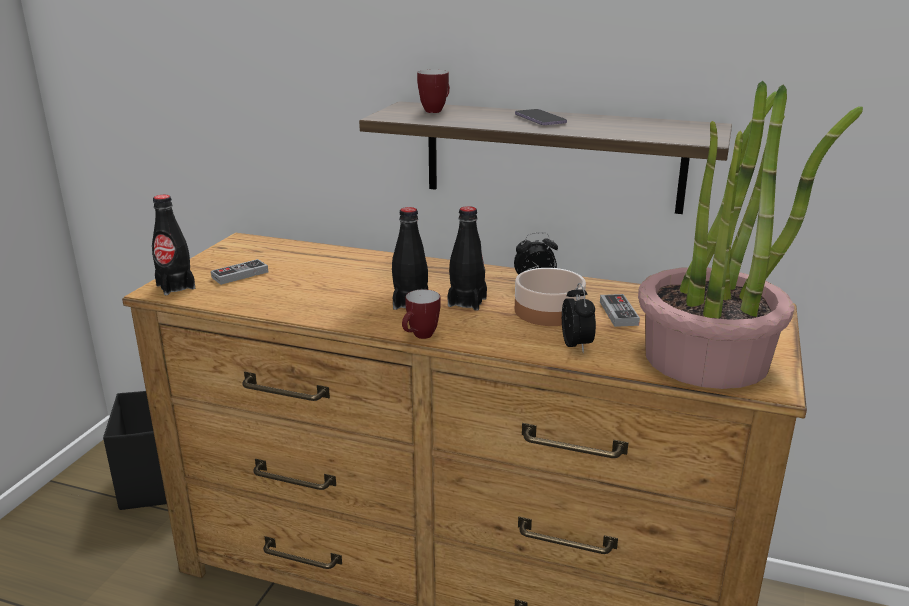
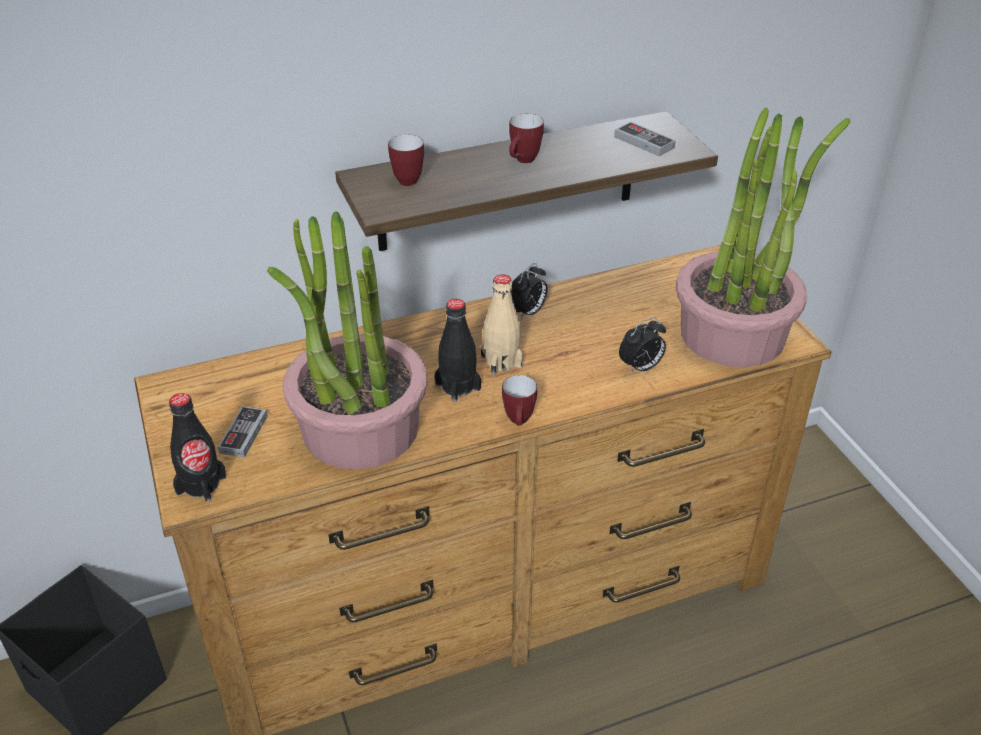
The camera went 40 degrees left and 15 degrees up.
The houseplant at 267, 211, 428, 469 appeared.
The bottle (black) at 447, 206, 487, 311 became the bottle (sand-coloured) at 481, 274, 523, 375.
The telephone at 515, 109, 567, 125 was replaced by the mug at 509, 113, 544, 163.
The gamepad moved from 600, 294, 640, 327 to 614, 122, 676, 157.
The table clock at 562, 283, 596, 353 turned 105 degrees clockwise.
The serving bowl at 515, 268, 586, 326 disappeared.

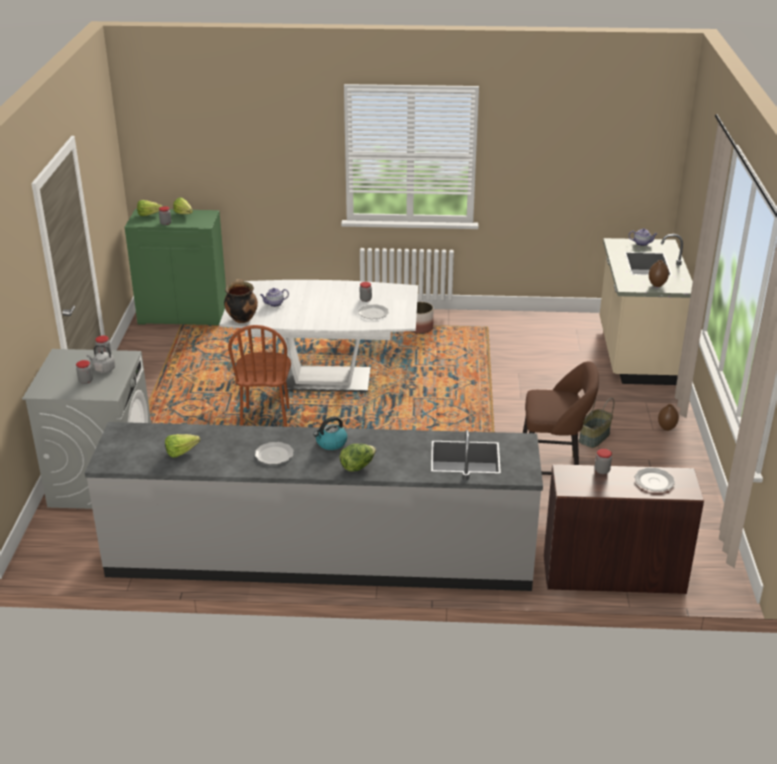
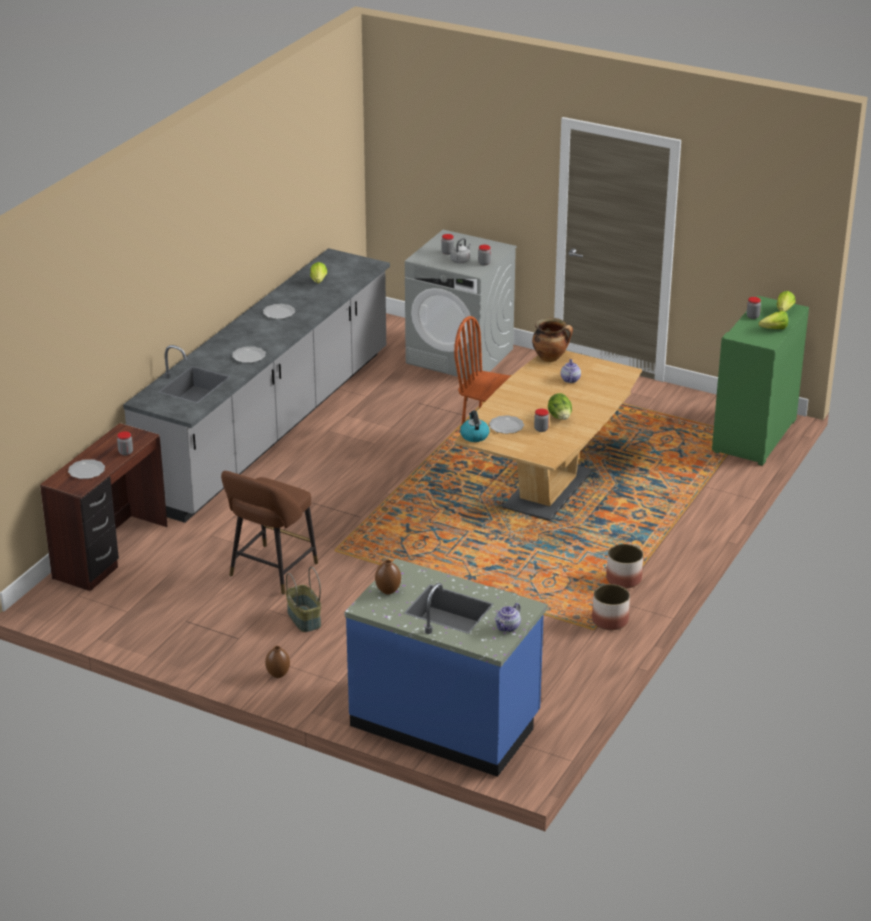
The camera went 115 degrees right and 0 degrees up.
The flat dish at 232, 346, 266, 363 appeared.
The kitchen base unit (sand-coloured) at 600, 234, 693, 385 became the kitchen base unit (bluish) at 345, 558, 548, 777.
The dining table (whitish) at 219, 280, 418, 392 became the dining table (brownish) at 455, 350, 642, 521.
The water kettle moved from 313, 416, 347, 450 to 460, 410, 490, 442.
The lettuce moved from 339, 444, 376, 472 to 548, 393, 572, 420.
The flower pot at 592, 584, 630, 630 appeared.

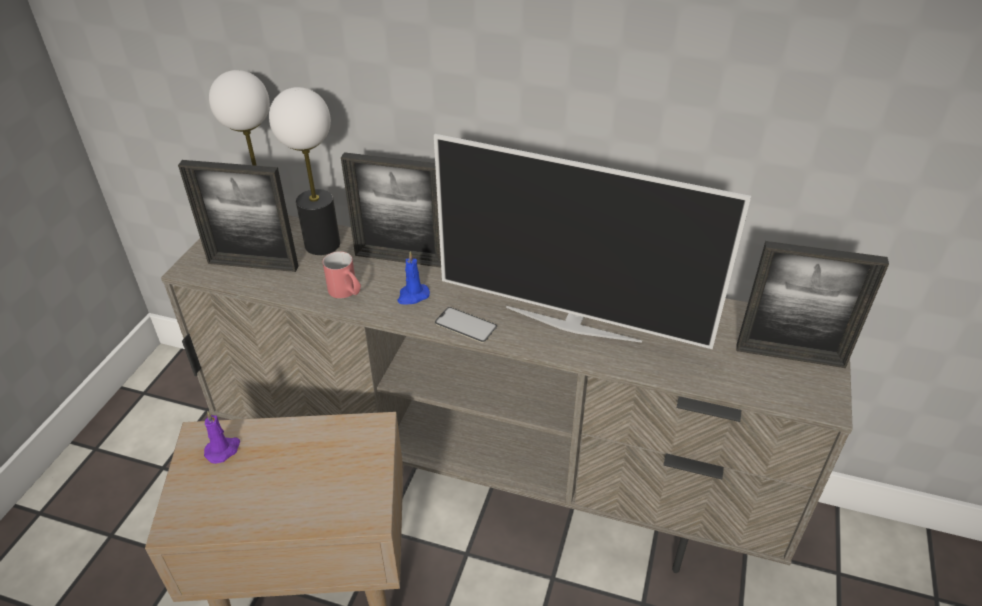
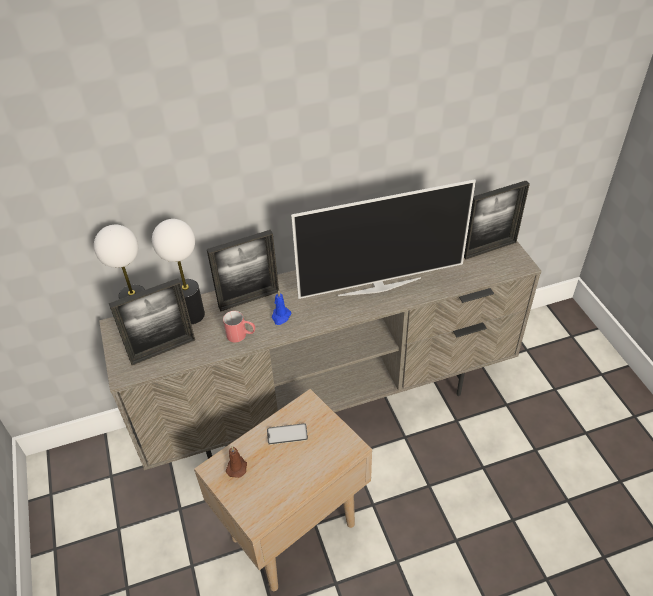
The camera went 35 degrees left and 5 degrees up.
The wax light (purplish) at 204, 412, 240, 464 became the wax light (brownish) at 226, 447, 247, 478.
The telephone moved from 435, 307, 497, 343 to 267, 423, 308, 445.

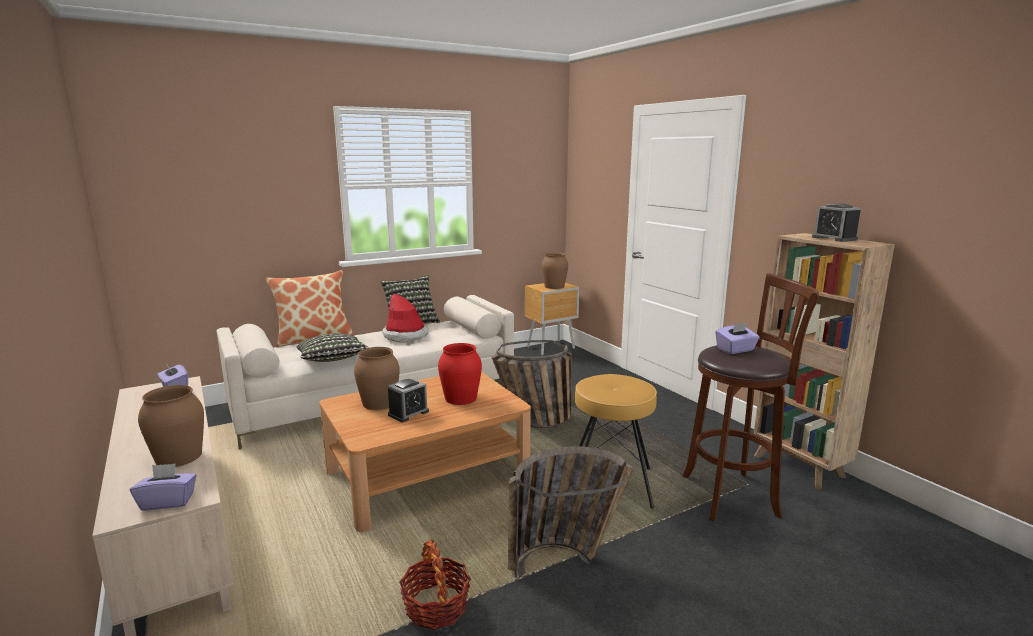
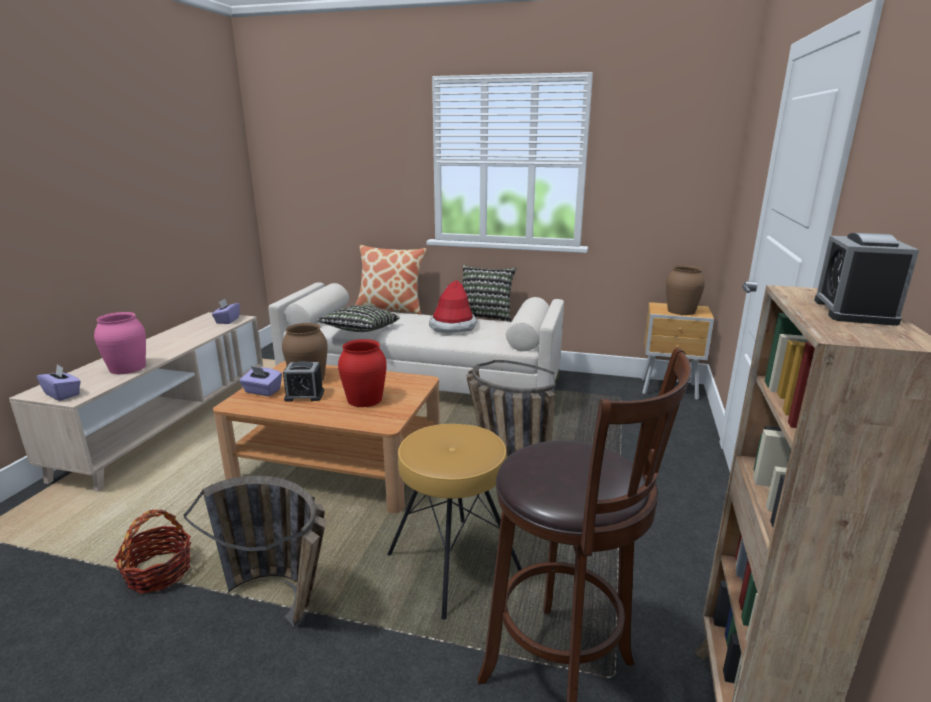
The camera went 45 degrees right and 5 degrees up.
The vase (brownish) at 138, 385, 204, 467 became the vase (pink) at 94, 312, 146, 374.
The tissue box (purplish) moved from 715, 322, 760, 354 to 240, 366, 282, 396.

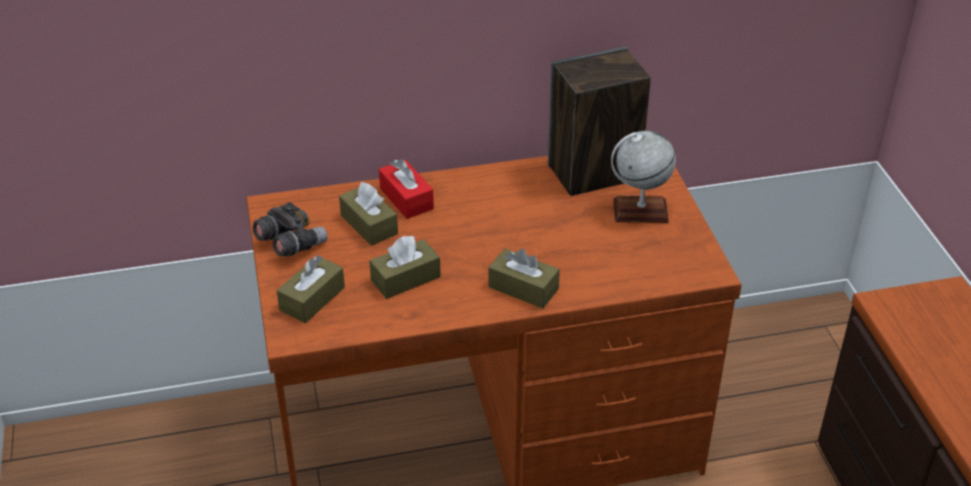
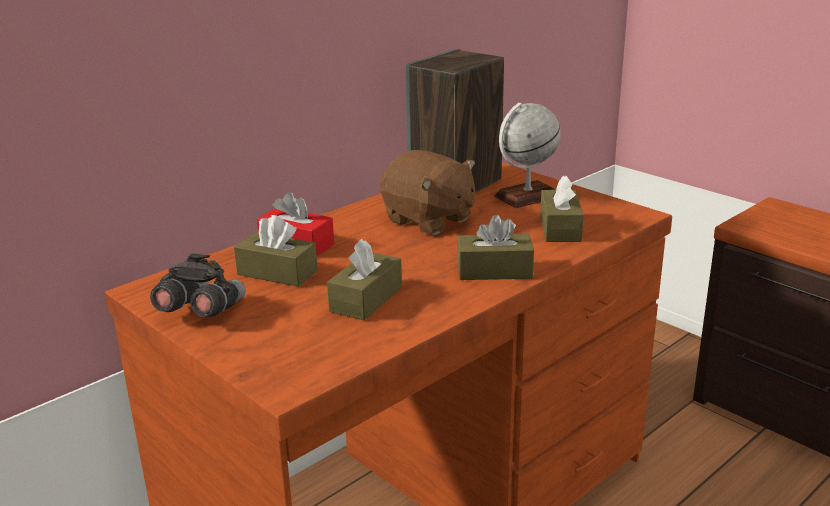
The camera went 30 degrees left and 15 degrees down.
The soft toy (brownish) at 380, 150, 475, 235 appeared.
The tissue box (brownish) moved from 277, 255, 345, 323 to 540, 176, 584, 242.

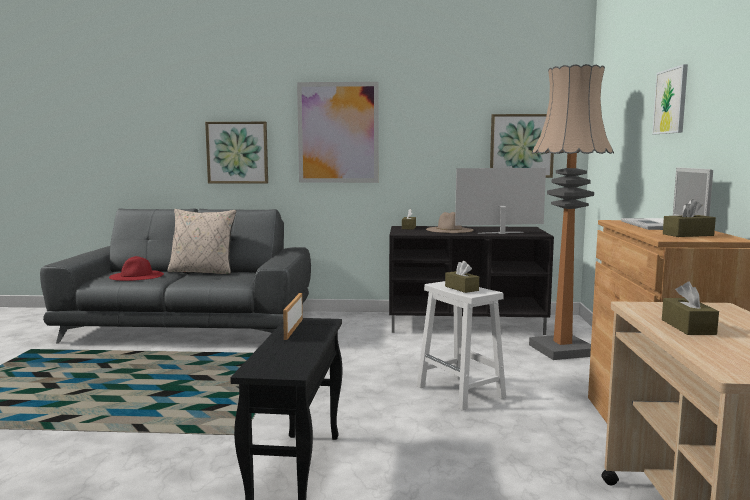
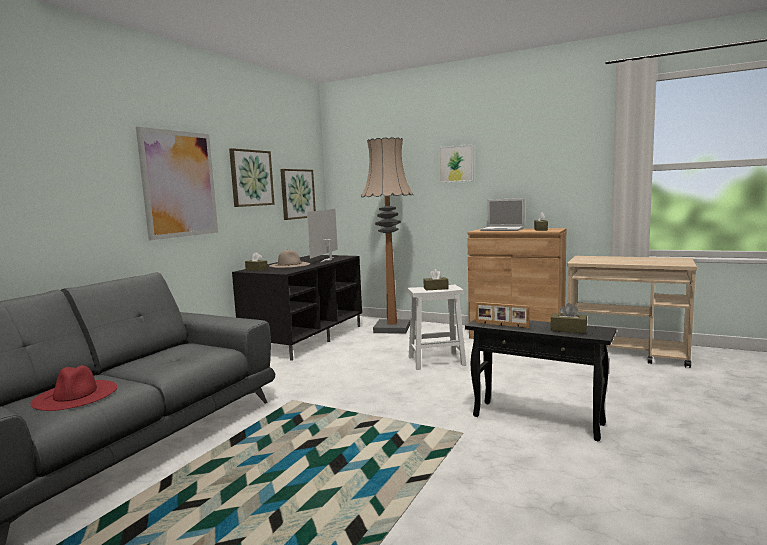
The camera went 65 degrees left and 0 degrees up.
The wall art moved from 205, 122, 268, 184 to 229, 148, 275, 207.
The tissue box (brownish) moved from 662, 282, 719, 335 to 550, 303, 587, 334.
The pillow (sand-coloured) at 168, 209, 236, 275 disappeared.

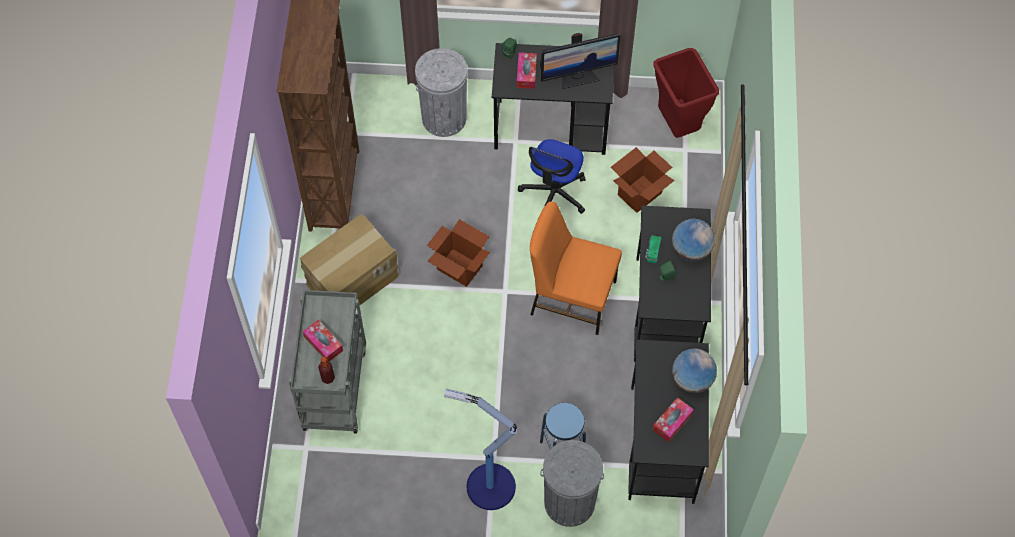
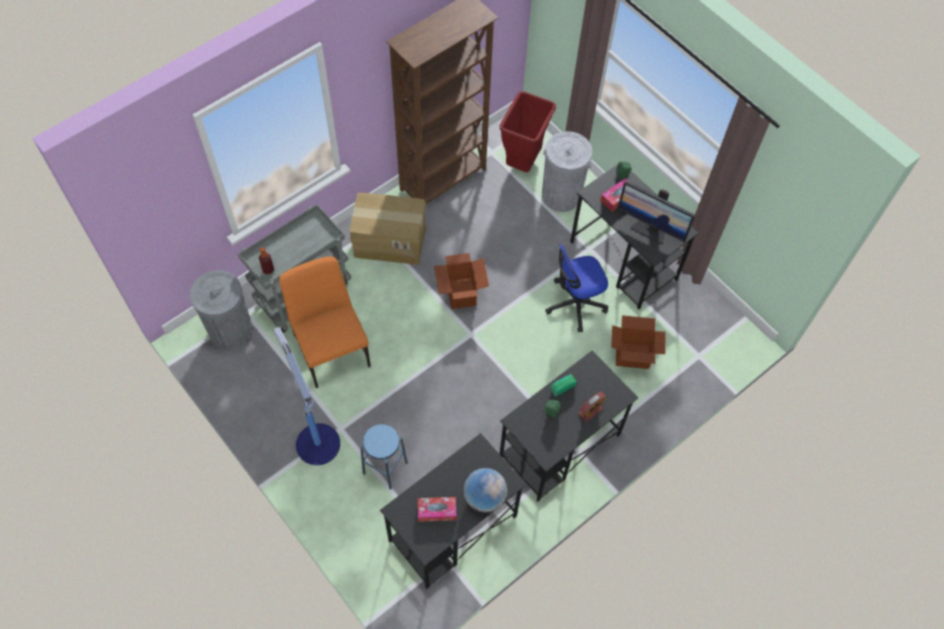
The camera went 45 degrees right and 0 degrees up.
The trash can (greyish) moved from 540, 440, 604, 527 to 190, 270, 253, 351.
The upright chair (orange) moved from 530, 201, 622, 335 to 279, 256, 371, 388.
The trash can (reddish) moved from 653, 48, 719, 138 to 500, 91, 556, 172.
The desk globe at 672, 219, 715, 261 was replaced by the table clock at 578, 391, 606, 422.
The tissue box at 303, 320, 343, 362 disappeared.

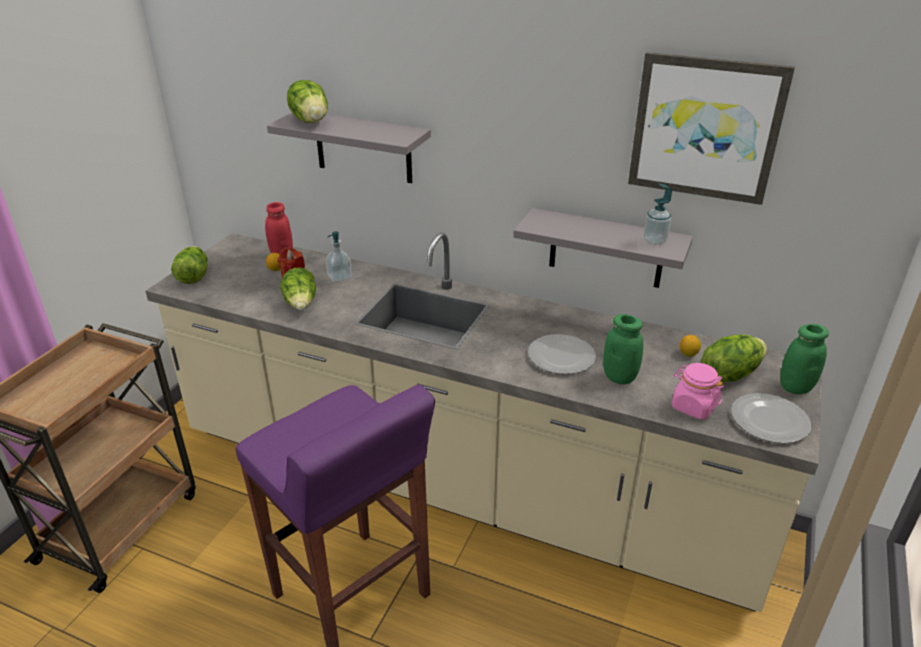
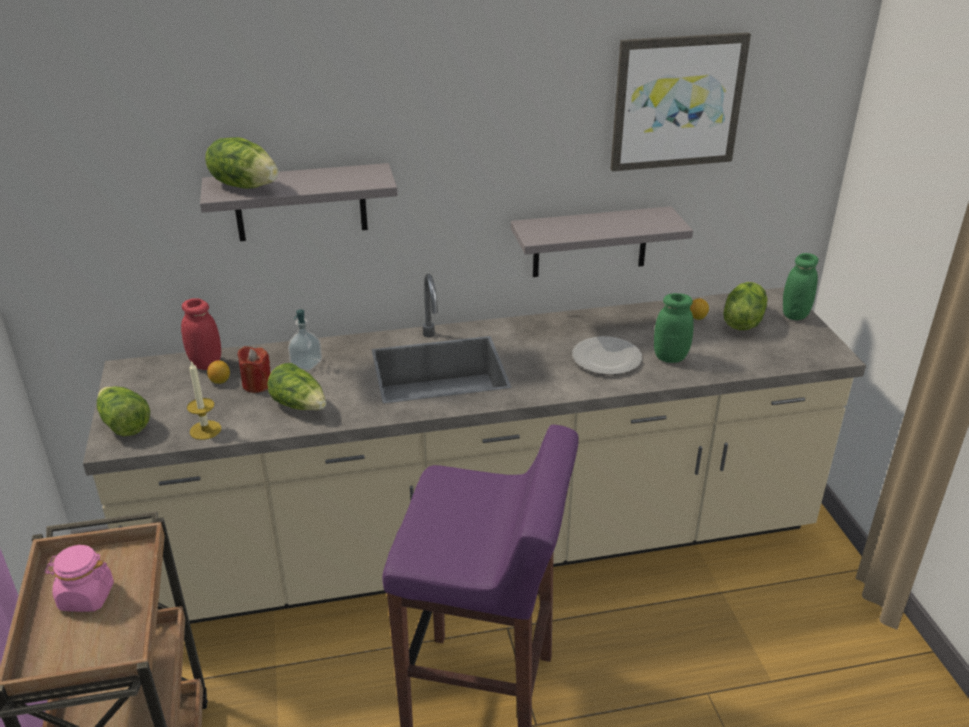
The camera went 35 degrees left and 0 degrees up.
The jar (pink) moved from 672, 363, 724, 420 to 45, 545, 114, 612.
The wax light at 187, 360, 221, 440 appeared.
The soap bottle at 644, 183, 672, 245 disappeared.
The flat dish at 731, 393, 811, 443 disappeared.

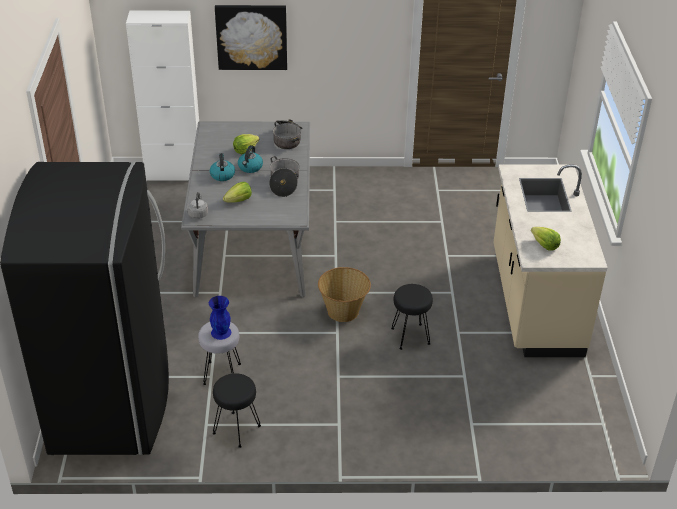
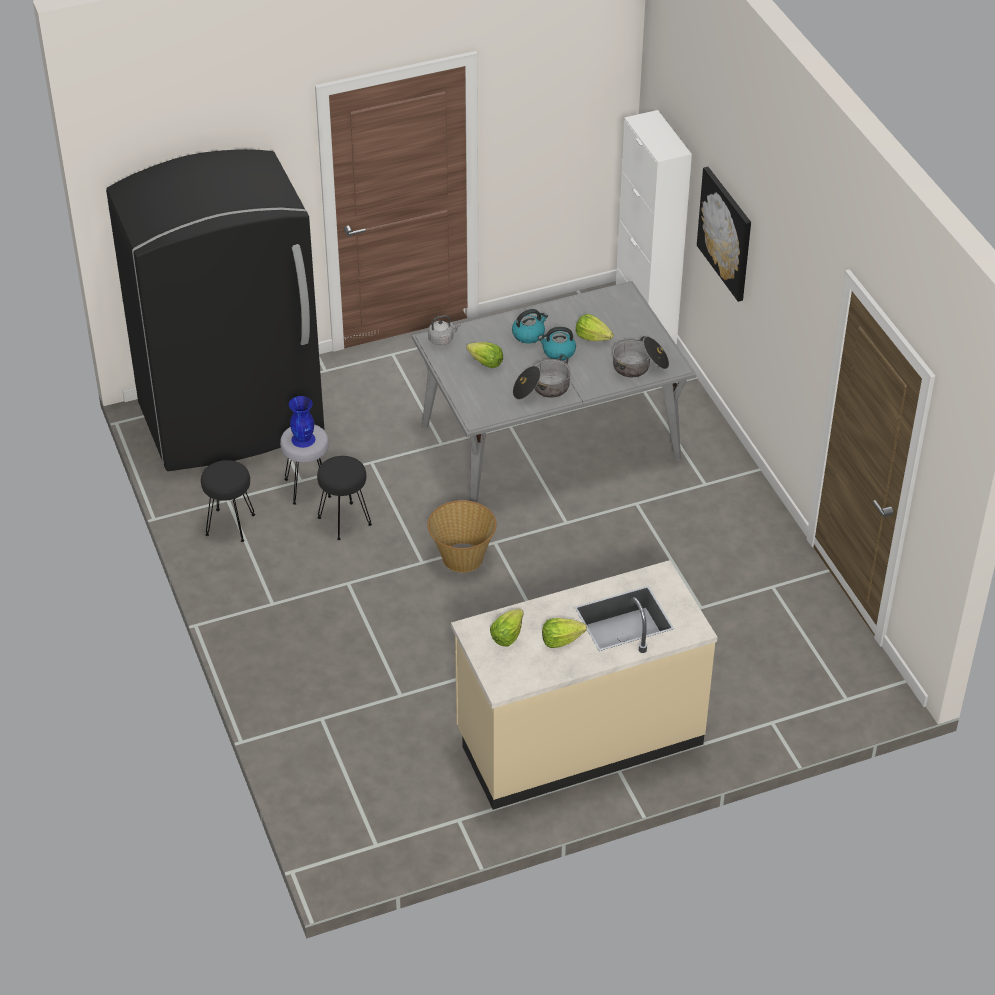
The camera went 70 degrees right and 5 degrees up.
The sitting stool (black) moved from 391, 284, 433, 350 to 317, 456, 372, 540.
The lettuce at 542, 618, 587, 648 appeared.

